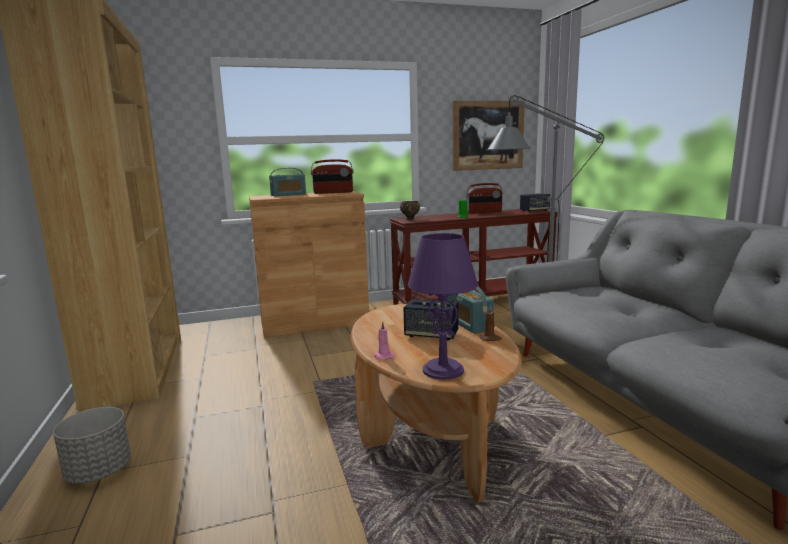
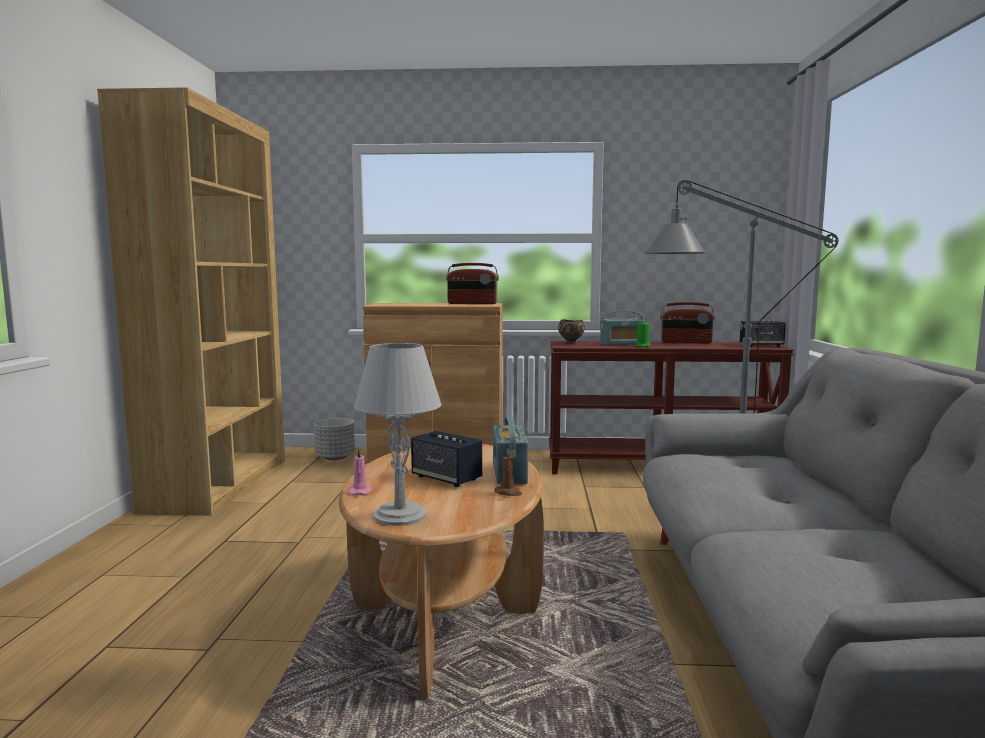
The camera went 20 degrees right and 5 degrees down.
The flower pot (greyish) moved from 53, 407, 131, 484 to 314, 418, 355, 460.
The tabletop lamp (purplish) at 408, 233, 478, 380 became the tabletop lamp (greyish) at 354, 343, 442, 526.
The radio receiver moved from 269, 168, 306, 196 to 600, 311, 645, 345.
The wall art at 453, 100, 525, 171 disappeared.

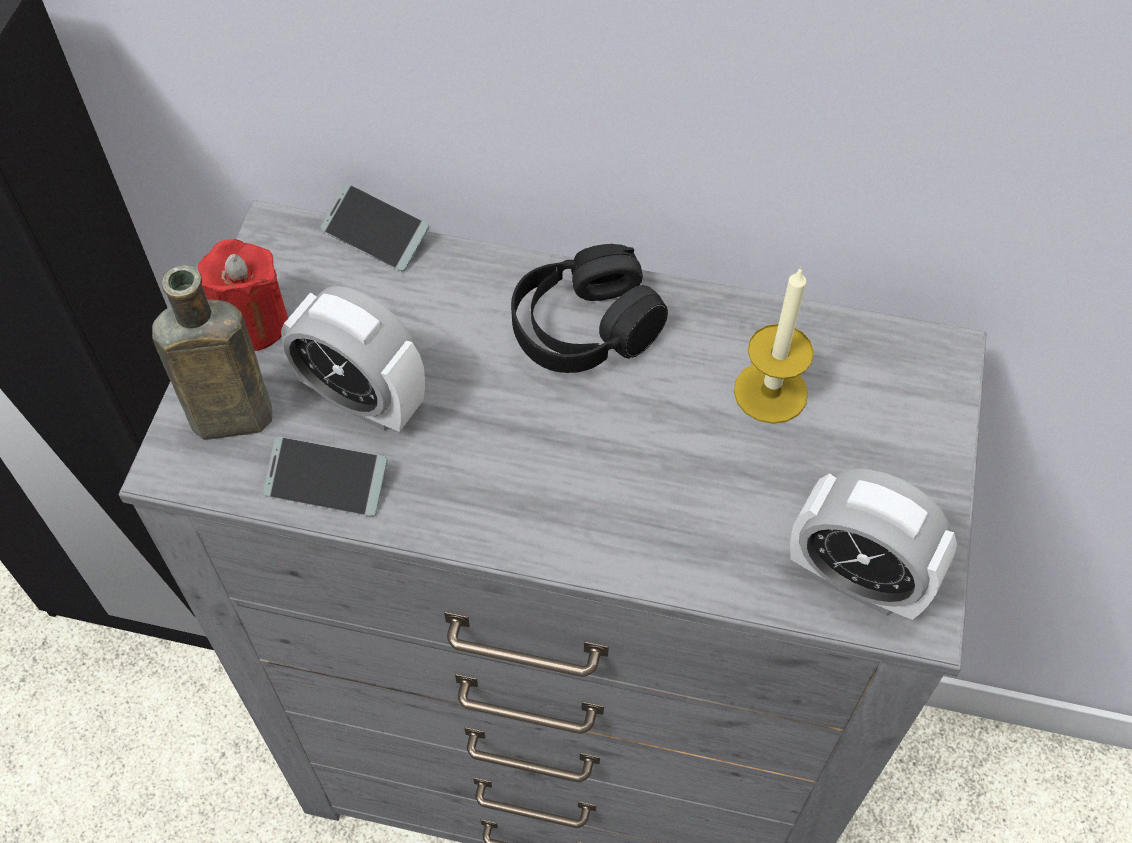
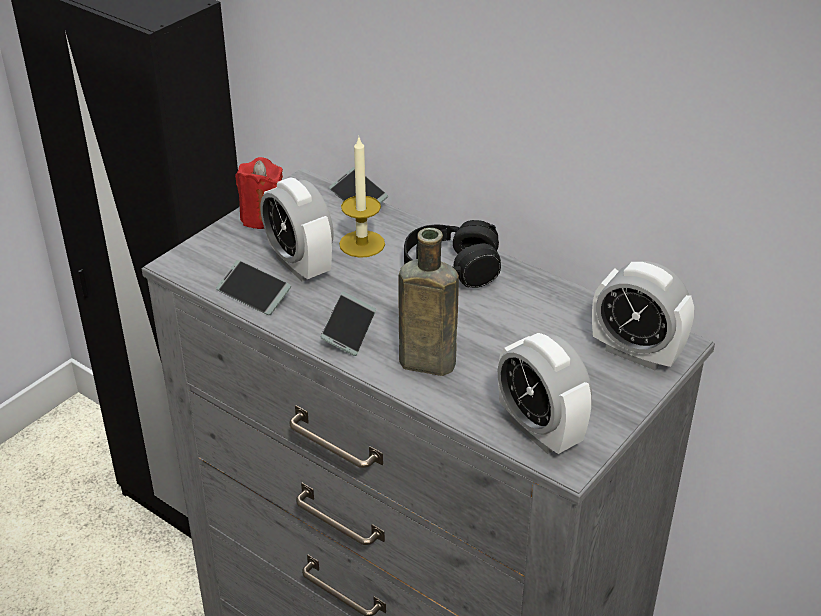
The camera went 25 degrees right and 20 degrees down.
The telephone at 321, 292, 376, 356 appeared.
The wax light moved from 734, 267, 814, 424 to 339, 135, 385, 258.
The bottle (brownish) moved from 152, 265, 272, 440 to 398, 228, 459, 376.
The table clock at 592, 261, 694, 371 appeared.

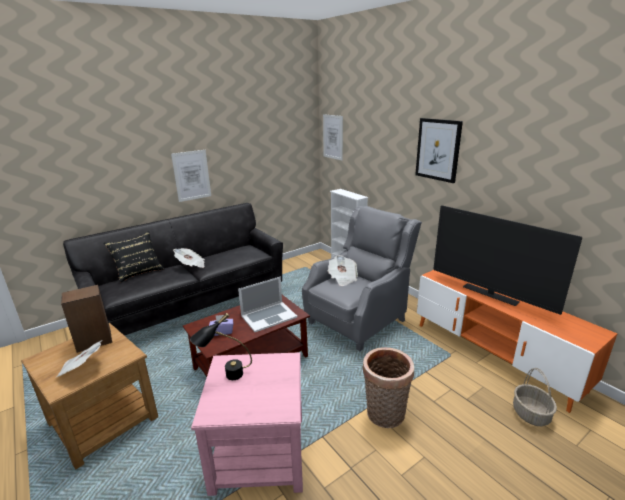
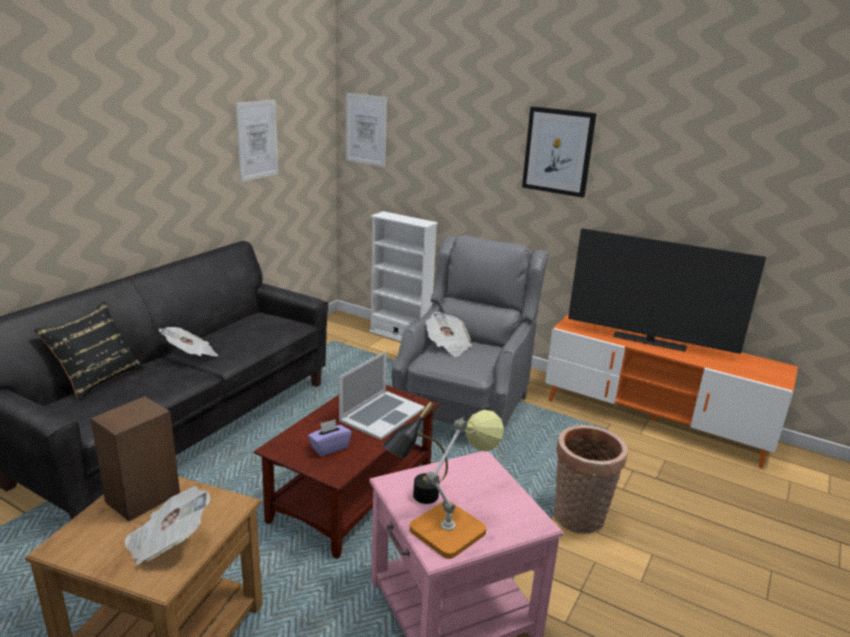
The camera went 25 degrees left and 0 degrees up.
The wall art moved from 171, 150, 211, 202 to 235, 100, 278, 182.
The tabletop lamp at 409, 410, 504, 559 appeared.
The storage basket at 513, 368, 557, 426 disappeared.

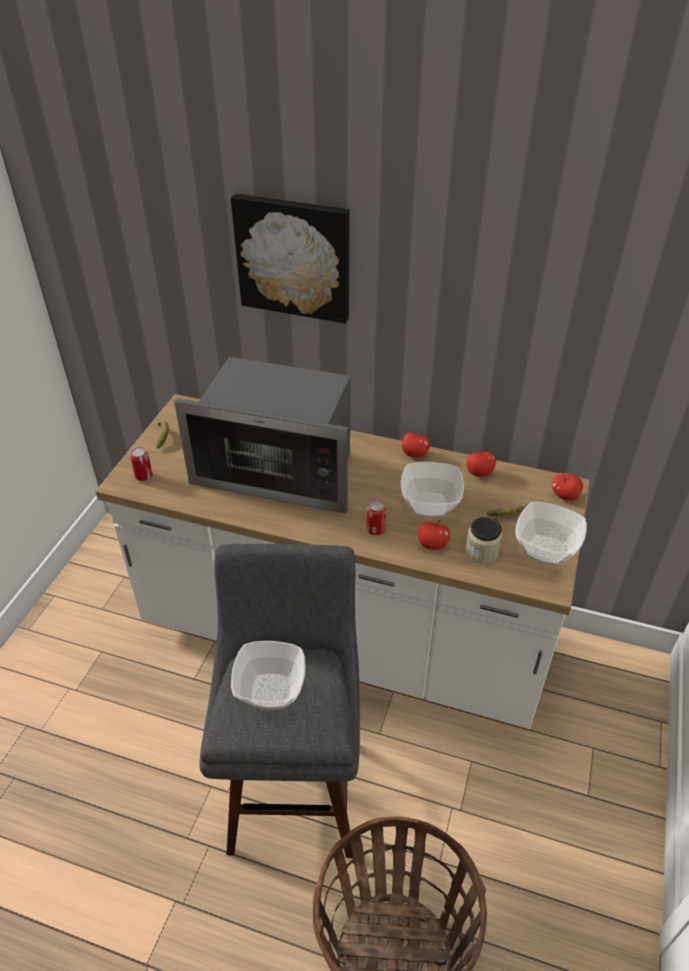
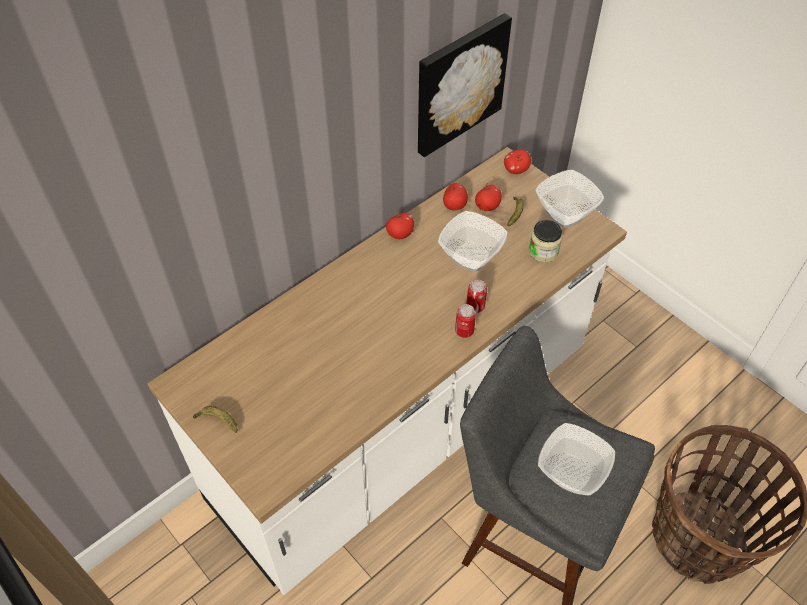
The camera went 60 degrees left and 10 degrees up.
The wall art moved from 231, 194, 349, 323 to 418, 13, 512, 157.
The sealed can moved from 130, 447, 153, 481 to 455, 304, 476, 338.
The apple fruit moved from 418, 520, 450, 550 to 475, 183, 502, 211.
The microwave at 174, 357, 351, 513 disappeared.

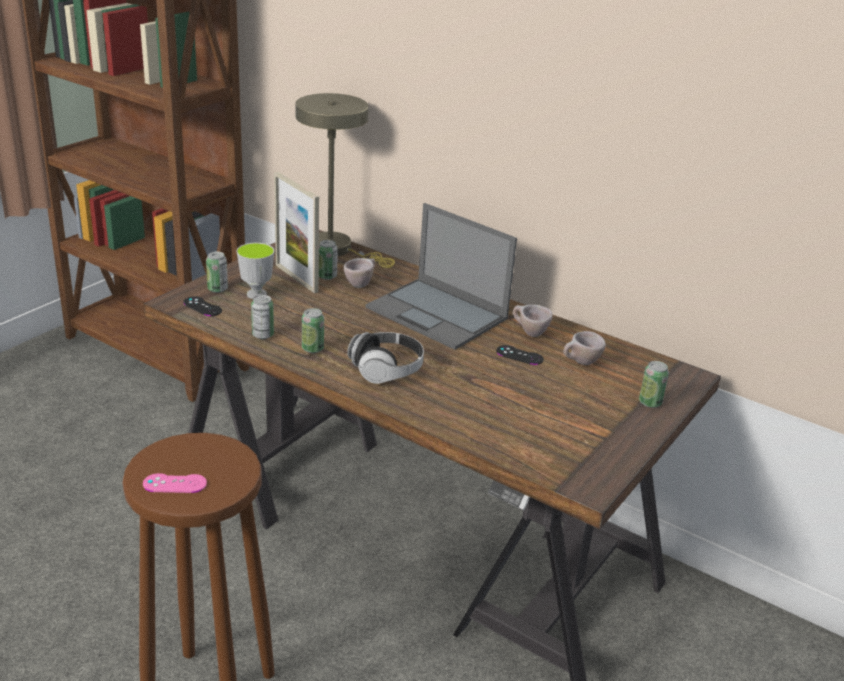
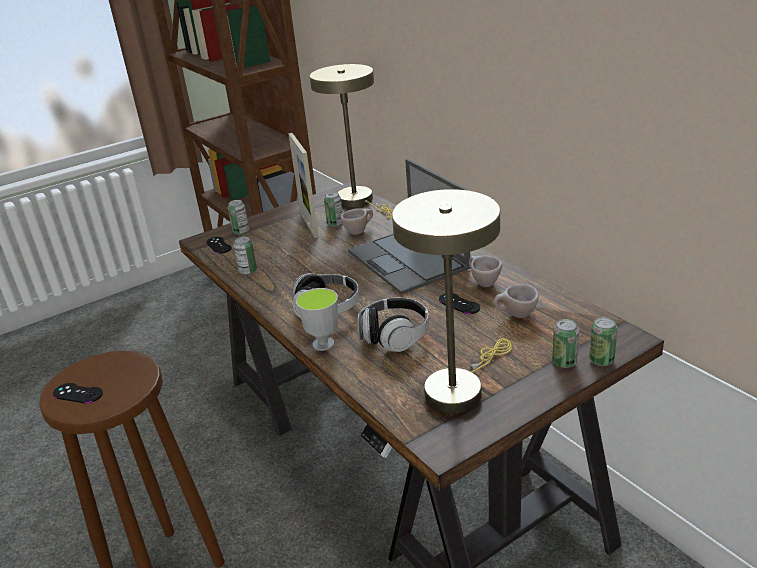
The camera went 25 degrees right and 0 degrees up.
The gamepad (pink) at 143, 473, 207, 493 became the gamepad (black) at 53, 383, 103, 404.
The small cup moved from 236, 243, 275, 299 to 296, 288, 338, 351.
The pair of headphones at 358, 298, 429, 352 appeared.
The tabletop lamp (sand-coloured) at 392, 189, 512, 413 appeared.
The sealed can moved from 302, 308, 324, 353 to 589, 317, 618, 366.

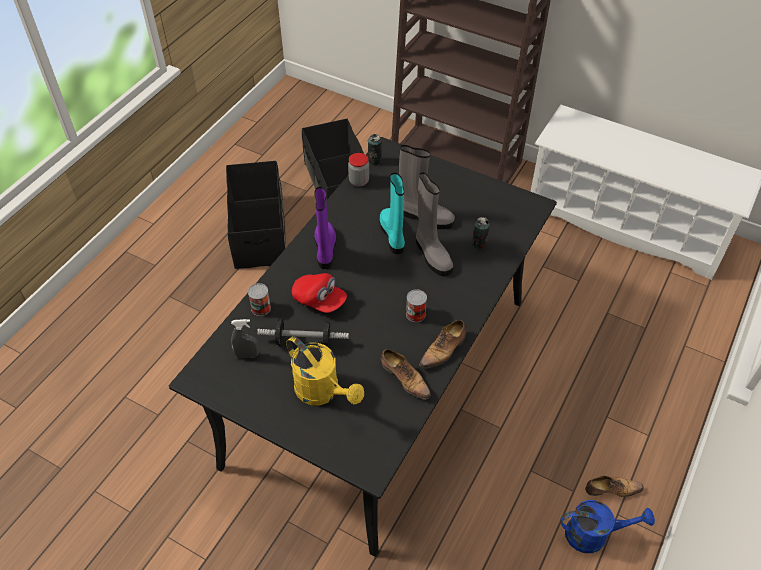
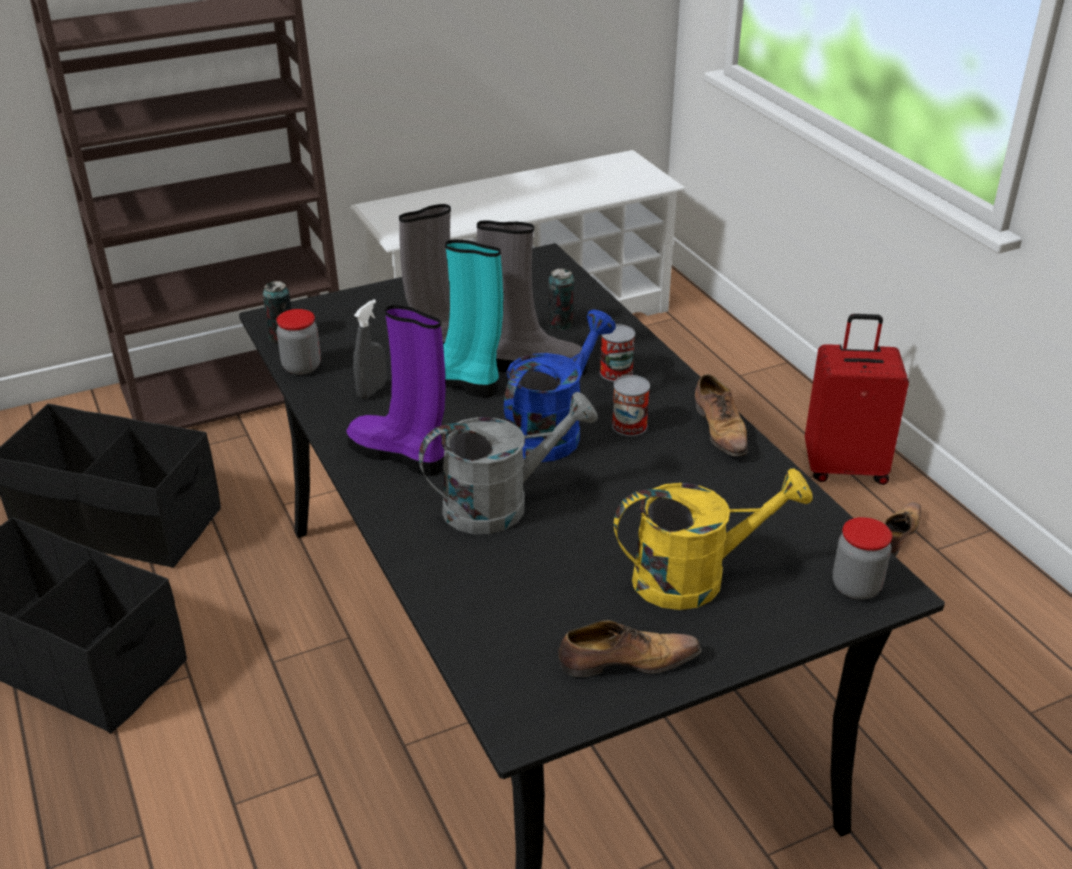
The camera went 55 degrees left and 15 degrees down.
The sprayer (greyish) moved from 231, 319, 259, 358 to 353, 299, 386, 399.
The cap (reddish) at 292, 273, 347, 313 was replaced by the watering can (greyish) at 419, 392, 598, 534.
The watering can (bluish) moved from 561, 500, 655, 553 to 504, 310, 616, 462.
The item of footwear moved from 381, 349, 431, 400 to 558, 620, 701, 677.
The sealed can moved from 248, 283, 271, 316 to 600, 324, 635, 382.
The travel case (reddish) at 805, 314, 909, 485 appeared.
The jar at 833, 517, 892, 600 appeared.
The dumbbell at 257, 319, 349, 348 disappeared.

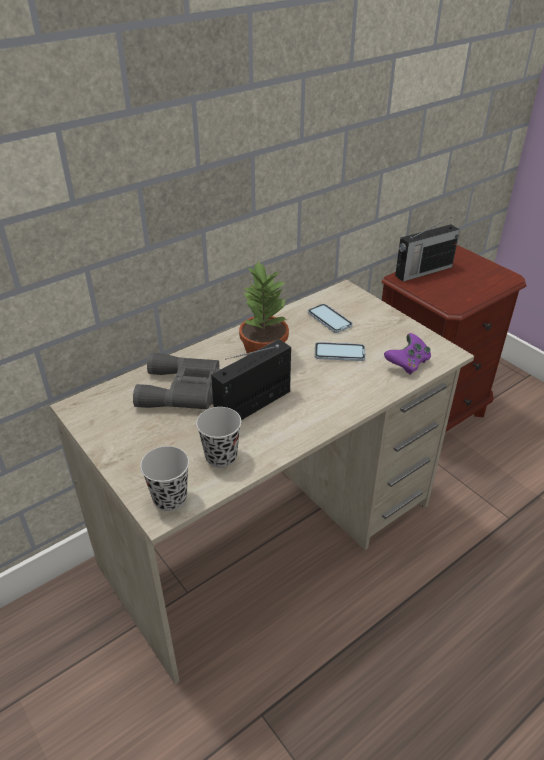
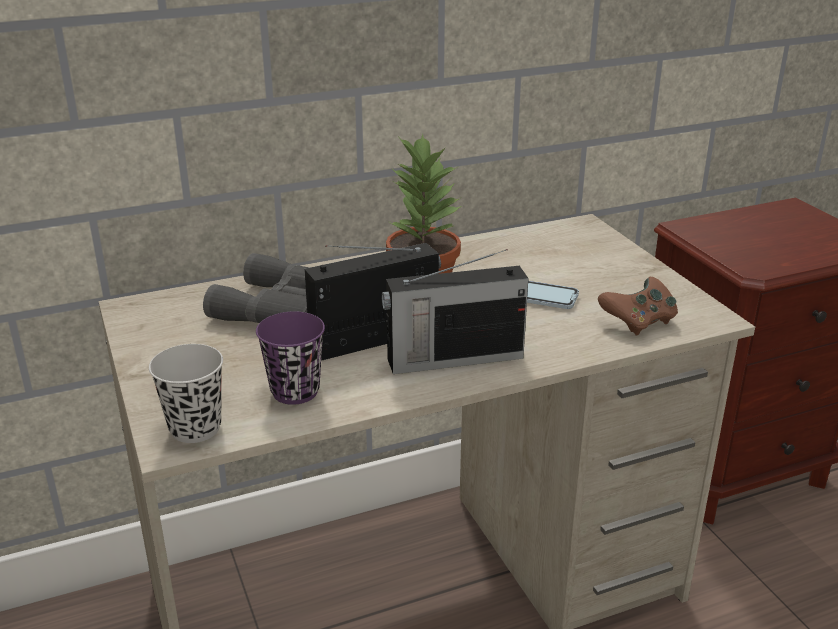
The camera went 15 degrees right and 10 degrees down.
The small cup (black) at 196, 407, 241, 468 became the small cup (purplish) at 256, 311, 325, 405.
The radio receiver moved from 395, 217, 460, 282 to 382, 249, 528, 374.
The gamepad (purplish) at 384, 333, 431, 375 became the gamepad (brownish) at 598, 277, 678, 335.
The telephone at 308, 304, 353, 333 disappeared.

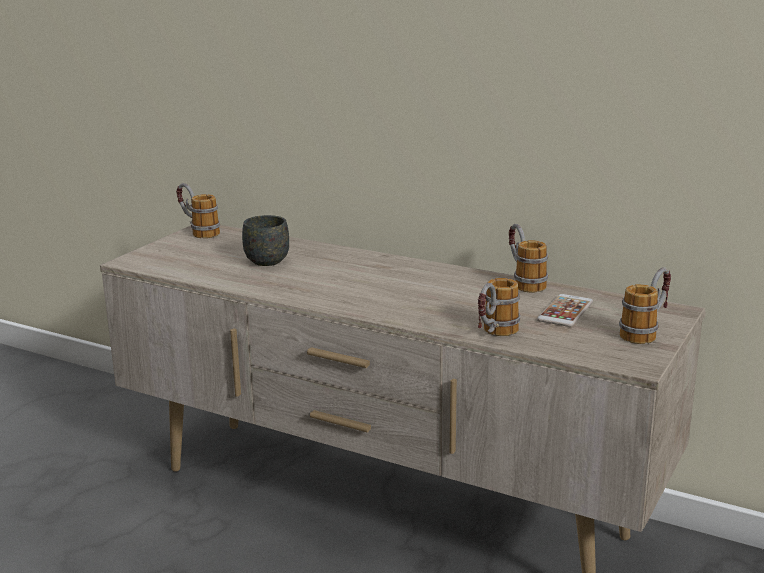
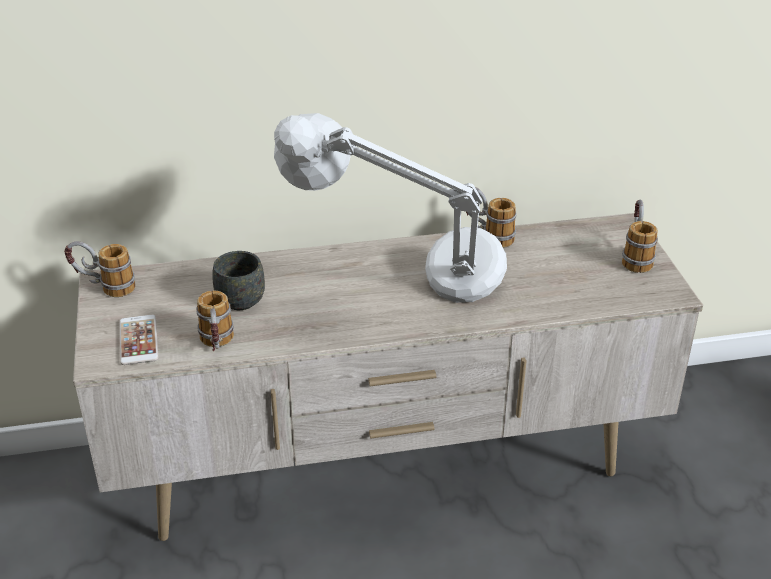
The camera went 40 degrees left and 15 degrees up.
The telephone moved from 537, 294, 593, 327 to 120, 315, 158, 365.
The mug moved from 478, 278, 520, 336 to 196, 290, 234, 351.
The tabletop lamp (greyish) at 274, 113, 507, 303 appeared.

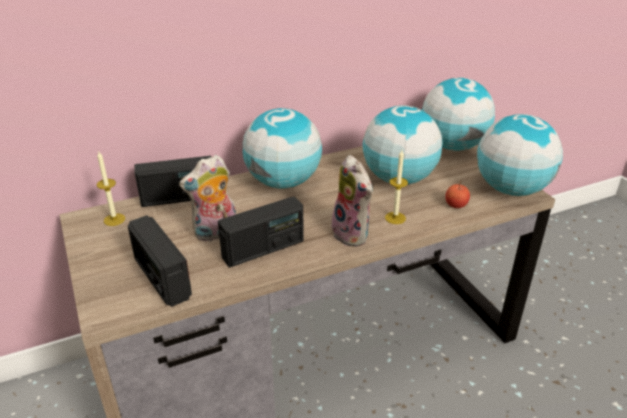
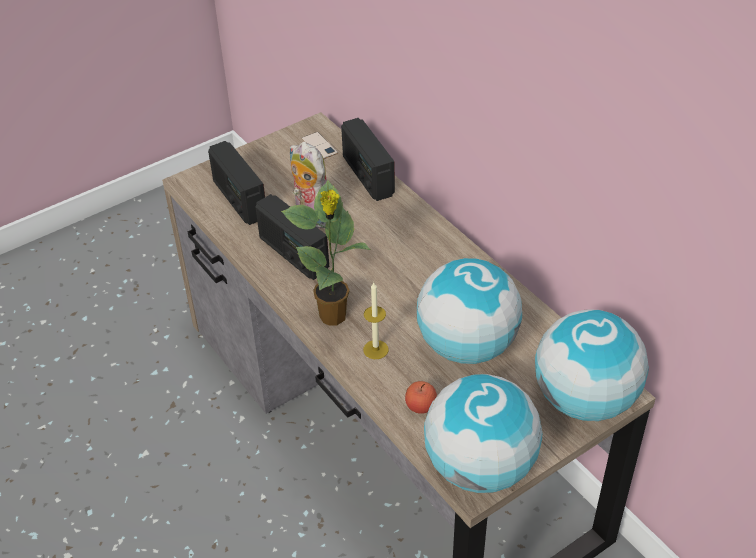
The camera went 80 degrees right and 10 degrees up.
The radio receiver at 128, 215, 192, 307 turned 75 degrees counterclockwise.
The soft toy at 332, 155, 373, 247 was replaced by the houseplant at 281, 180, 371, 325.
The wax light at 97, 152, 125, 226 was replaced by the telephone at 302, 132, 338, 159.
The desk globe at 243, 108, 322, 189 disappeared.

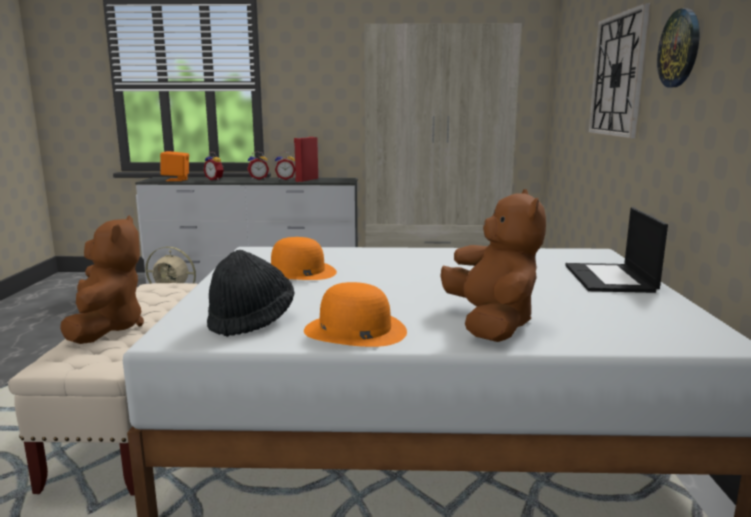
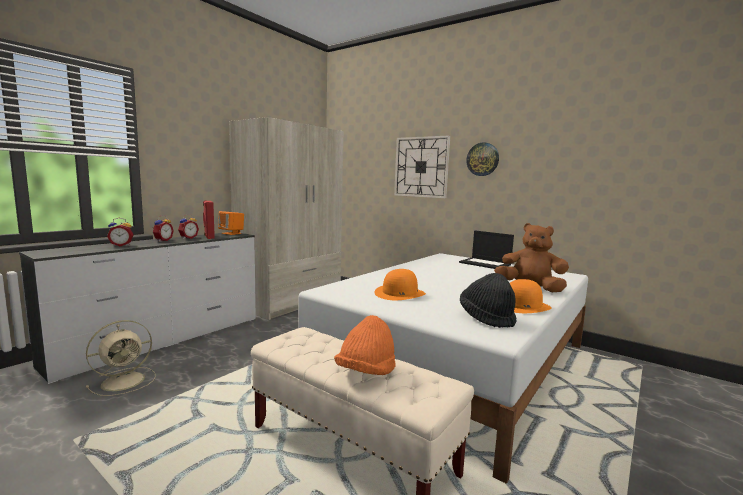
The camera went 55 degrees left and 5 degrees down.
The audio speaker (orange) moved from 160, 151, 189, 181 to 218, 211, 244, 235.
The soft toy (brownish) at 60, 215, 144, 344 was replaced by the wearable hat (orange) at 334, 315, 396, 375.

